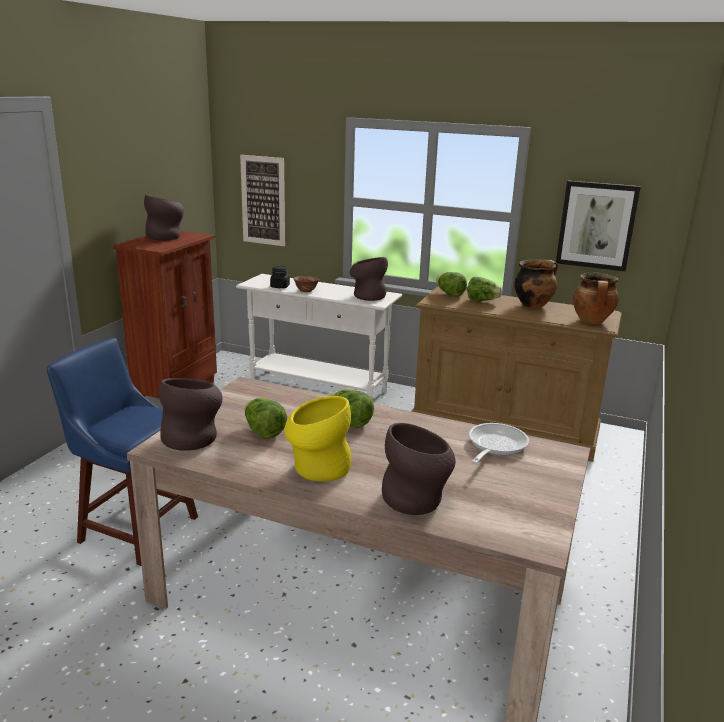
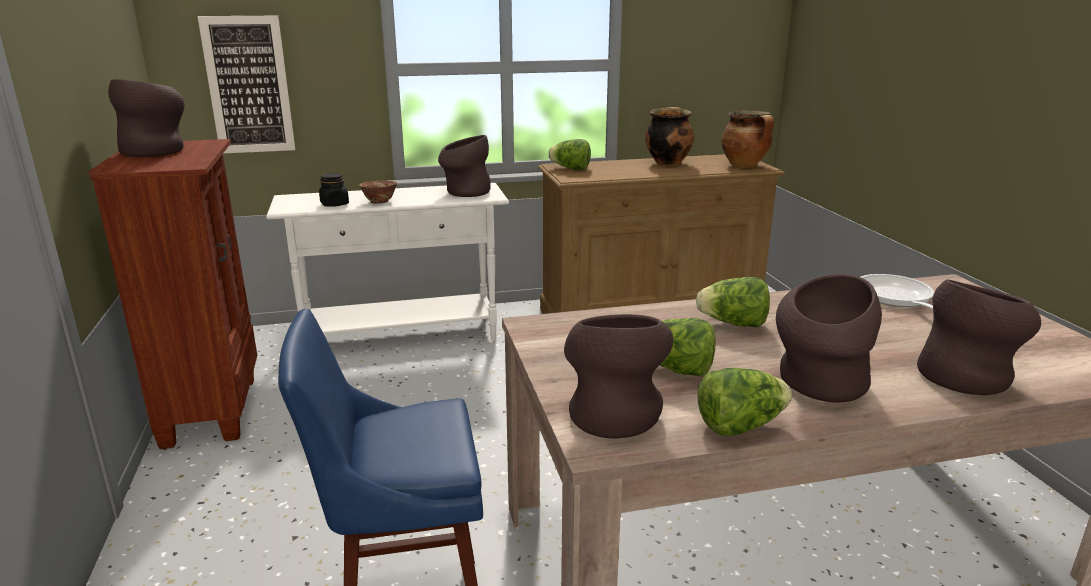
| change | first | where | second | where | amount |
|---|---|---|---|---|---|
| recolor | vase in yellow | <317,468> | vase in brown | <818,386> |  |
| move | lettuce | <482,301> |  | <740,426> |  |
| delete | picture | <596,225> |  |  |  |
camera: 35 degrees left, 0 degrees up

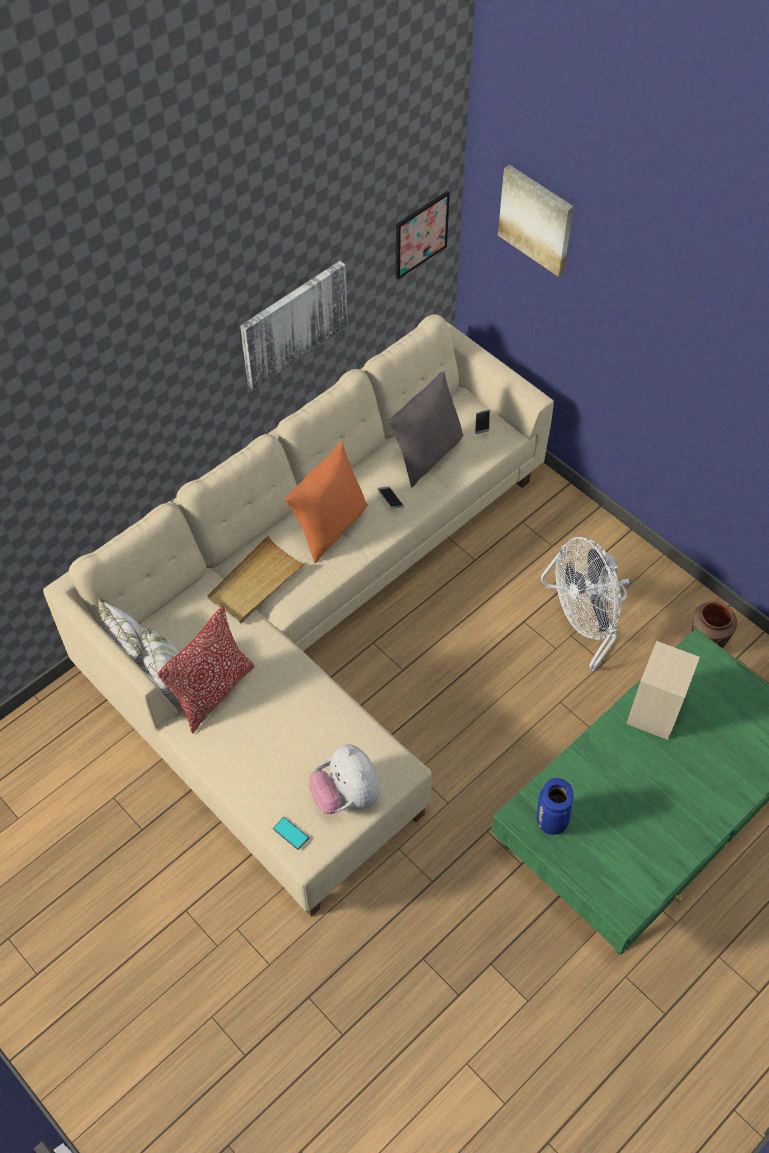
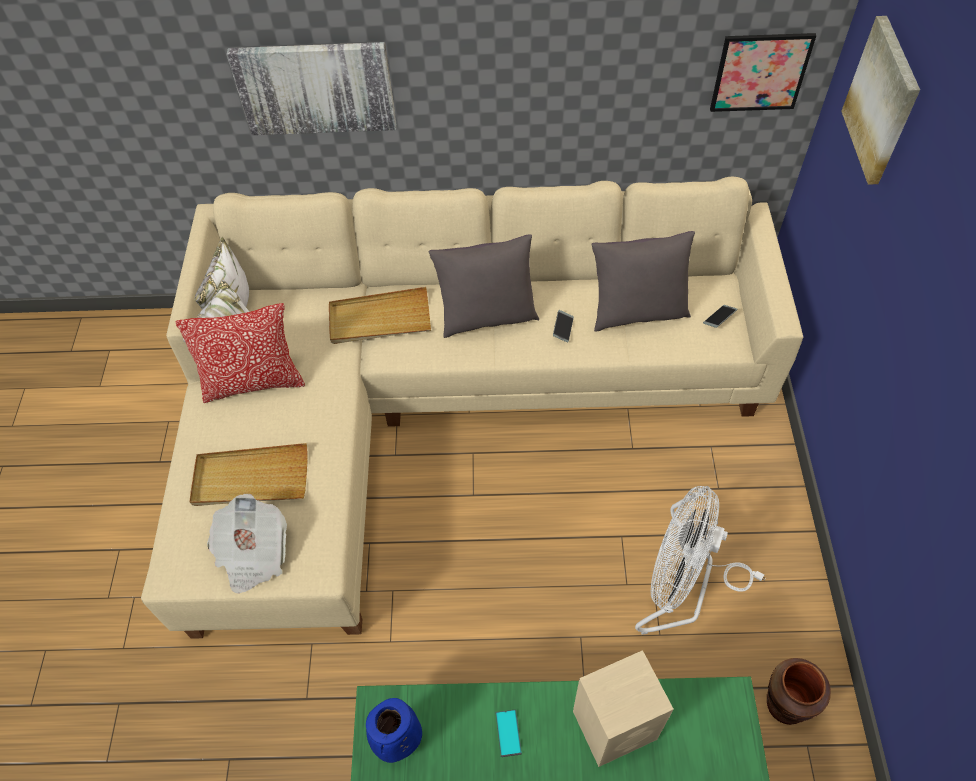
| change | first | where | second | where | amount |
|---|---|---|---|---|---|
| move | picture | <293,323> |  | <315,87> |  |
| move | phone | <291,833> |  | <508,733> |  |
| recolor | pillow in orange | <329,528> | pillow in grey | <487,317> |  |
| replace | plush toy | <346,795> | newspaper | <252,554> |  |
| insert |  |  | tray in beige | <250,478> |  |
camera: 45 degrees right, 0 degrees up

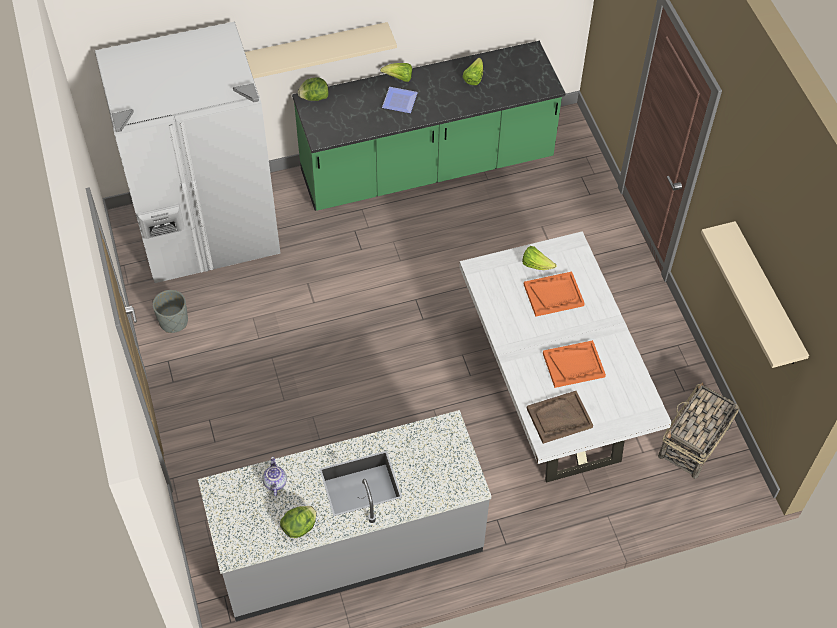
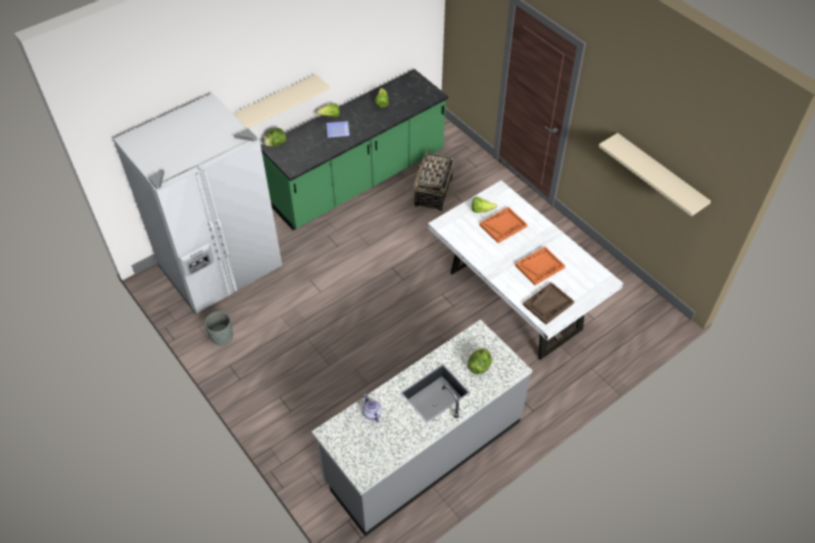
| change | first | where | second | where | amount |
|---|---|---|---|---|---|
| move | lettuce | <300,526> |  | <479,366> |  |
| move | basket | <693,443> |  | <433,192> |  |
camera: 20 degrees left, 5 degrees down

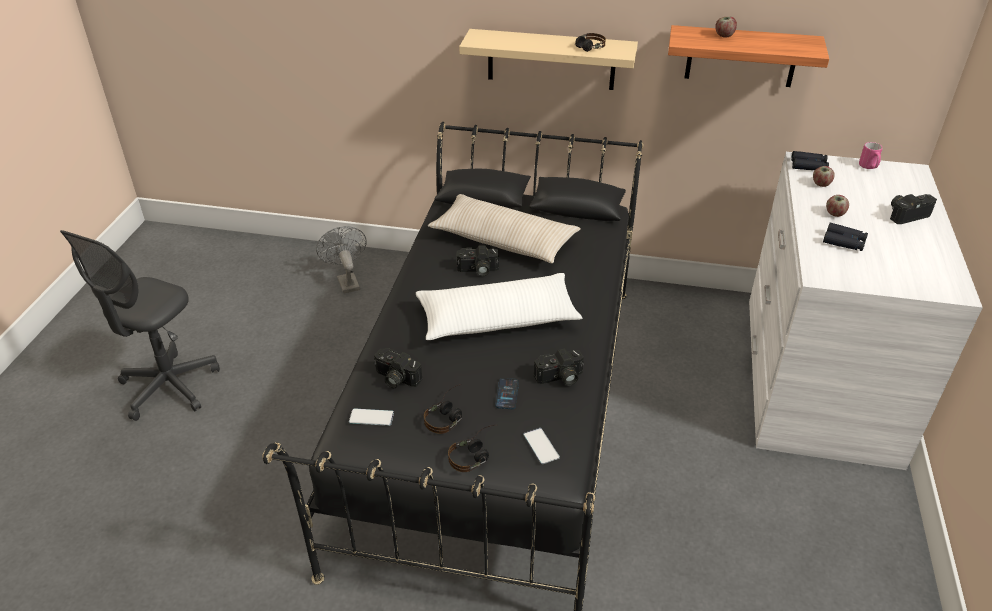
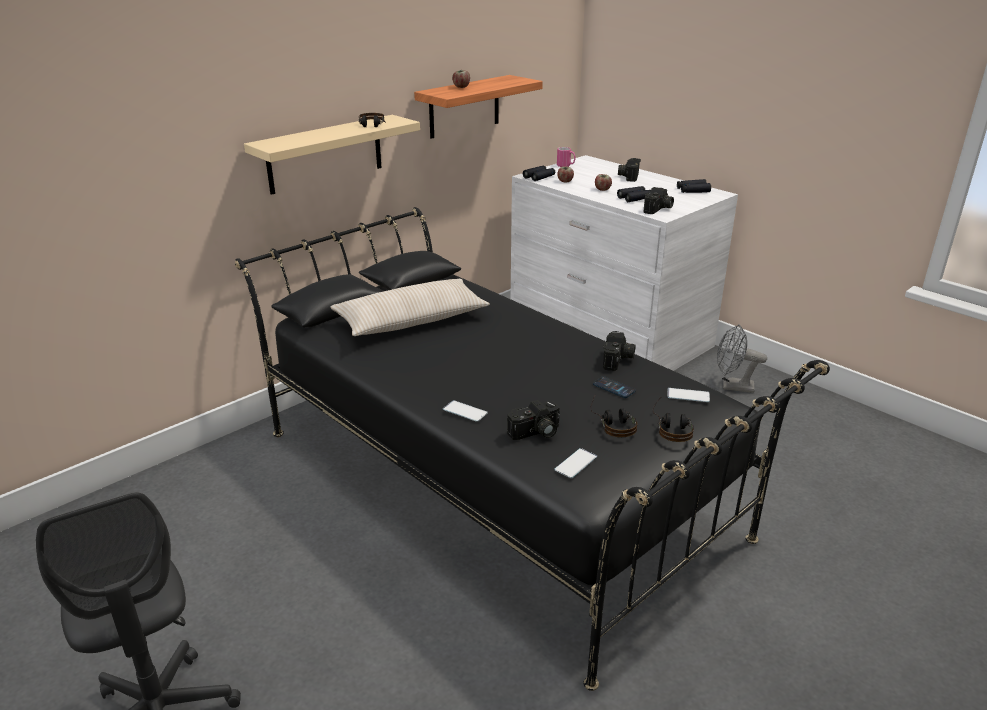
| change | first | where | second | where | amount |
|---|---|---|---|---|---|
| move | fan in grey | <346,281> |  | <732,386> |  |
| delete | pillow in white | <498,319> |  |  |  |
| move | photo camera | <478,270> |  | <658,209> |  |
| insert |  |  | phone | <465,411> |  |
| insert |  |  | binoculars in black | <693,190> |  |
camera: 55 degrees left, 10 degrees down

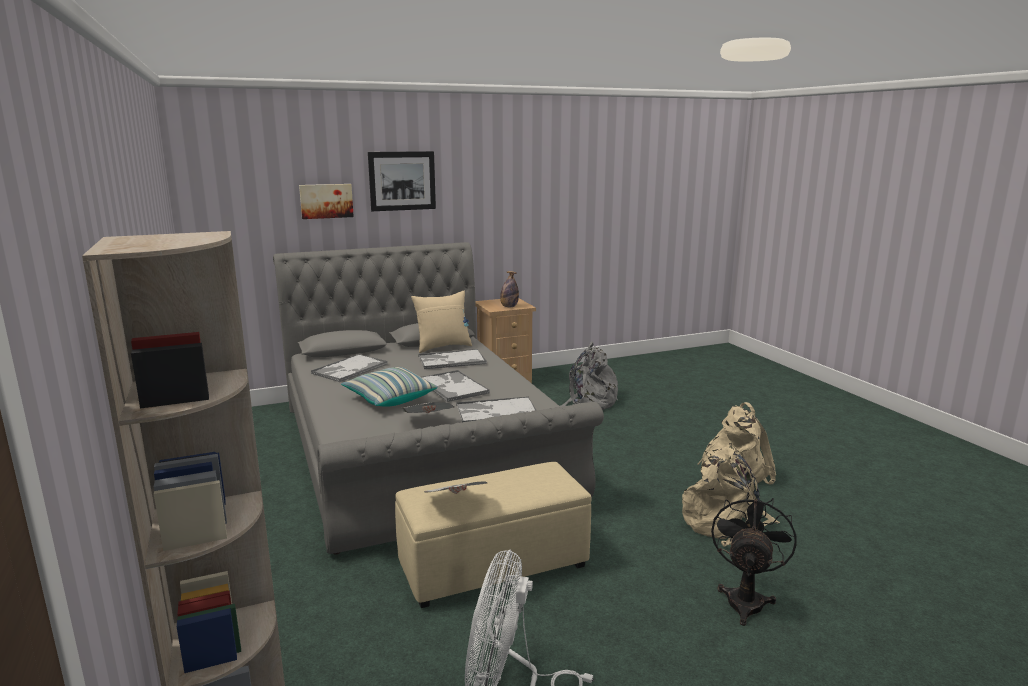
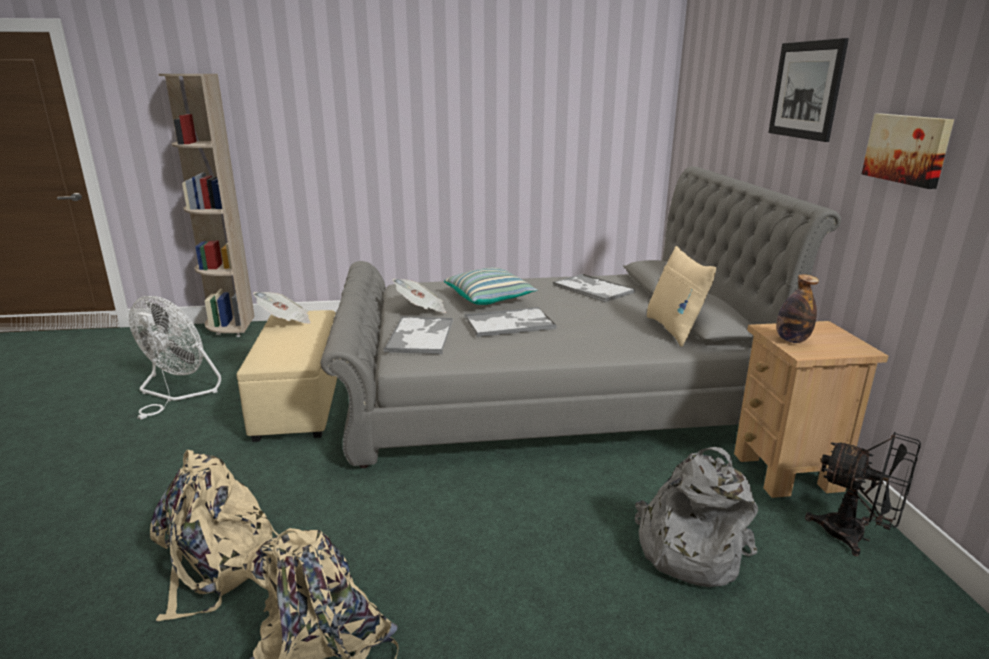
| change | first | where | second | where | amount |
|---|---|---|---|---|---|
| move | picture | <326,201> |  | <908,149> |  |
| delete | tray | <451,360> |  |  |  |
| move | fan in black | <745,598> |  | <855,536> |  |
camera: 105 degrees right, 5 degrees up

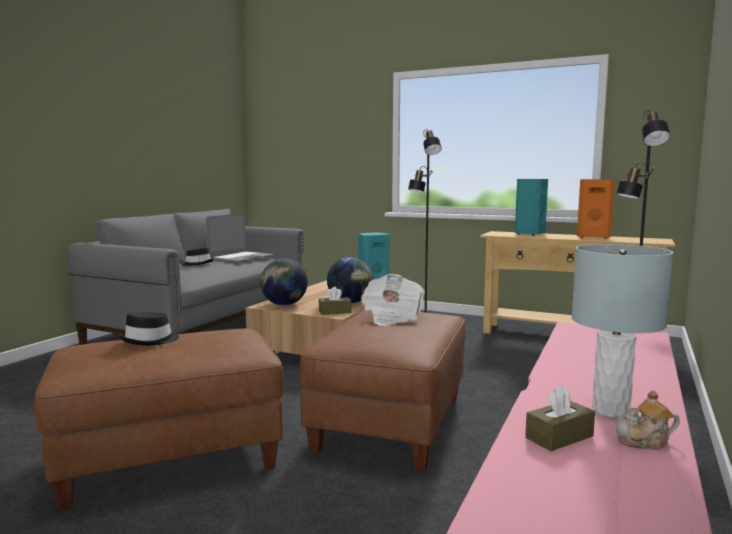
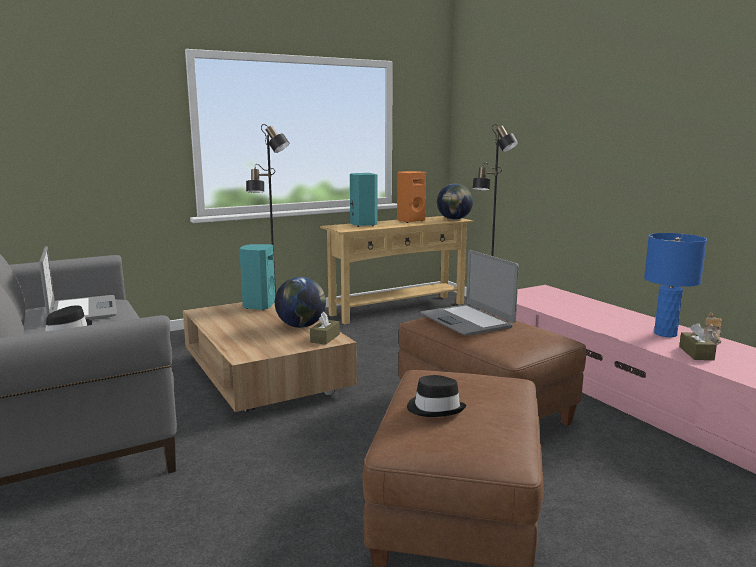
| change | first | where | second | where | amount |
|---|---|---|---|---|---|
| move | globe | <284,304> |  | <454,219> |  |
| replace | newspaper | <391,317> | laptop | <467,321> |  |
| recolor | table lamp in grey | <610,411> | table lamp in blue | <665,334> |  |
camera: 55 degrees left, 5 degrees up

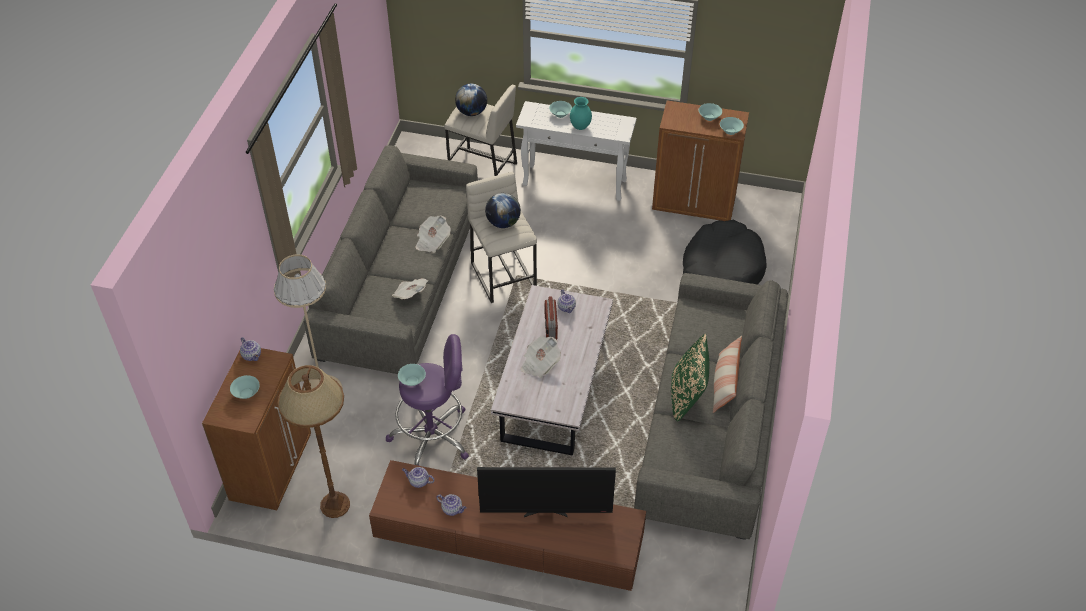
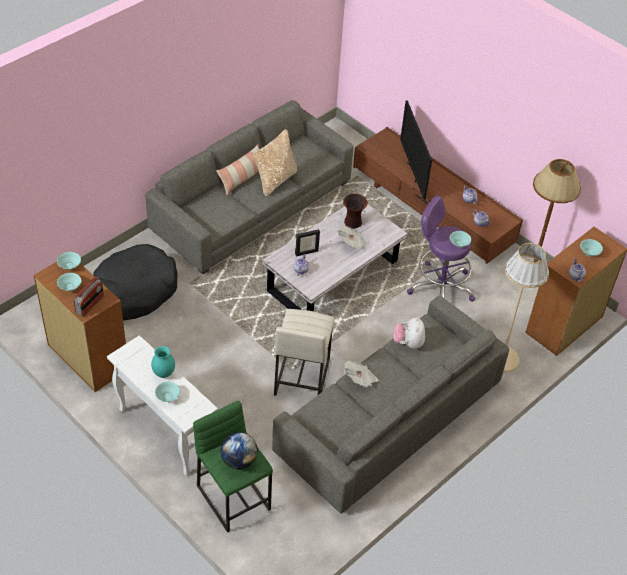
| change | first | where | second | where | amount |
|---|---|---|---|---|---|
| replace | newspaper | <410,294> | plush toy | <408,343> |  |
| recolor | stool in beige | <483,169> | stool in green | <233,497> |  |
| rotate | television | <546,513> |  | <413,172> | 135 degrees counterclockwise |
| delete | globe | <503,223> |  |  |  |
| move | radio | <550,327> |  | <90,305> |  |
| recolor | pillow in green | <686,398> | pillow in beige | <276,181> |  |
| insert |  |  | picture frame | <306,252> |  |
| insert |  |  | vase | <353,222> |  |
camera: 150 degrees left, 0 degrees up

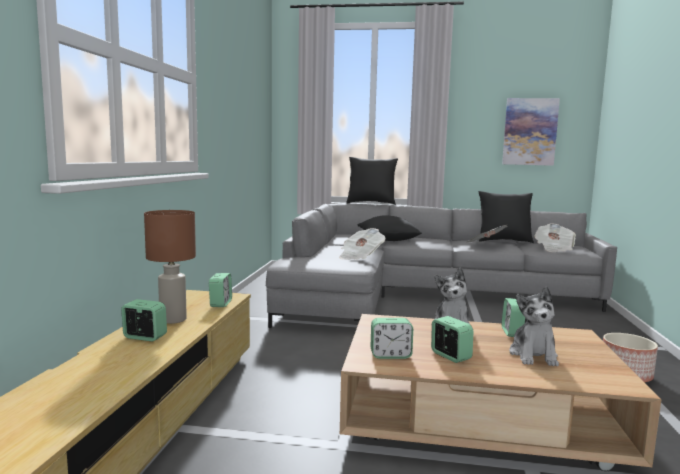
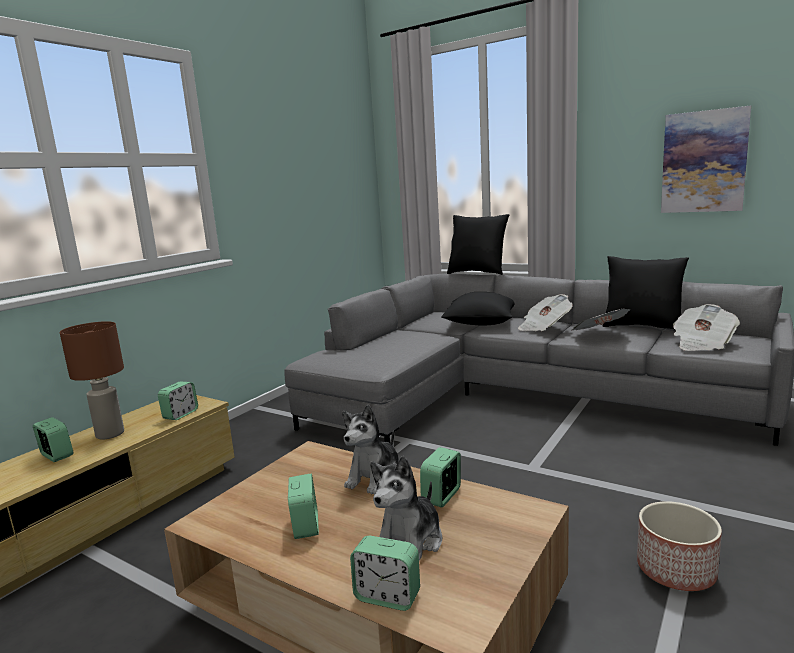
| change | first | where | second | where | amount |
|---|---|---|---|---|---|
| move | newspaper | <360,257> |  | <544,327> |  |
| move | alarm clock | <390,355> |  | <387,596> |  |
camera: 25 degrees right, 5 degrees up

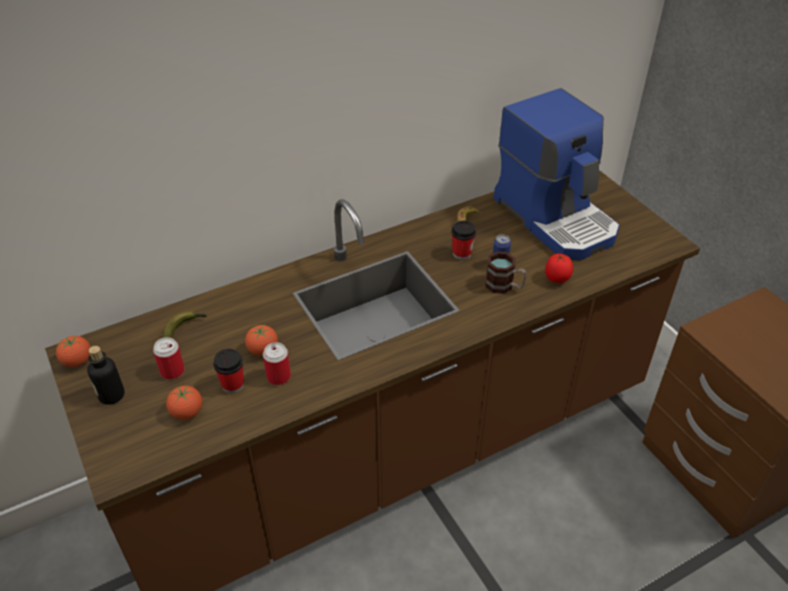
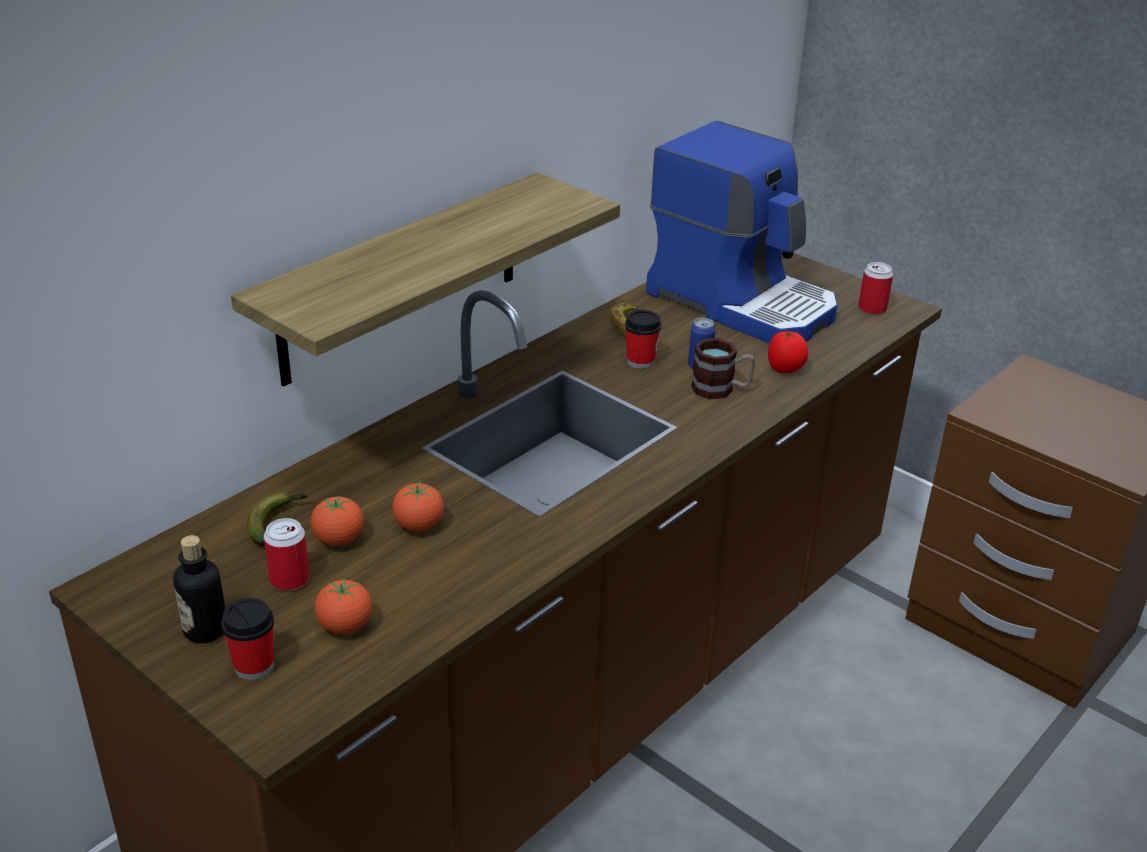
| change | first | where | second | where | amount |
|---|---|---|---|---|---|
| move | tomato | <77,361> |  | <339,540> |  |
| move | cup | <233,385> |  | <254,666> |  |
| move | can | <278,376> |  | <872,309> |  |
| insert |  |  | shelf | <401,278> |  |
camera: 20 degrees left, 10 degrees down

